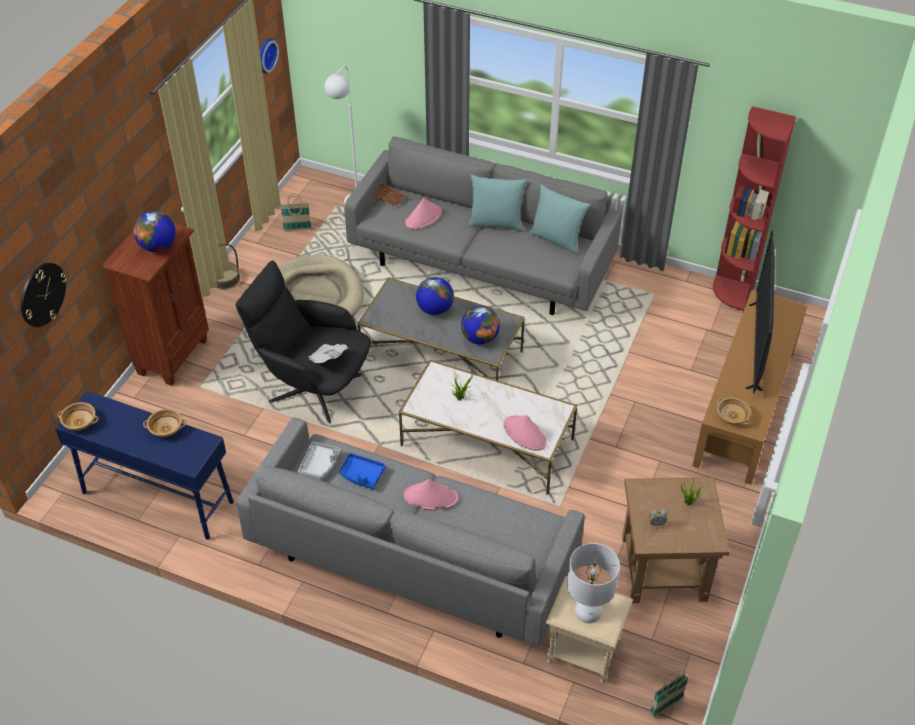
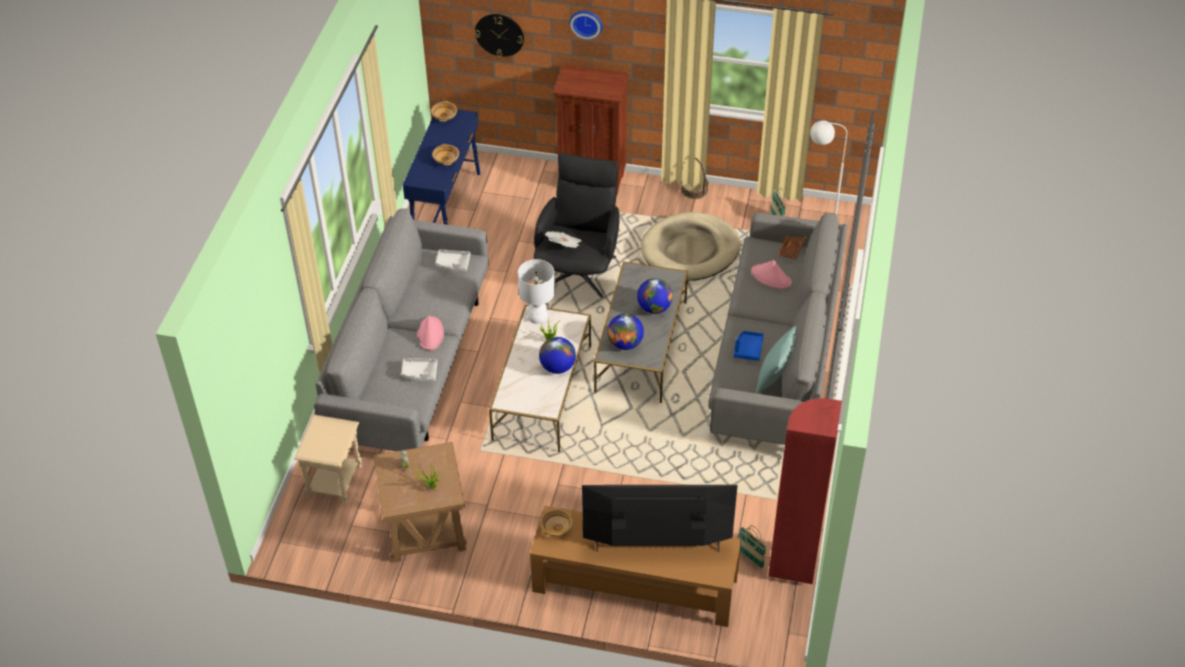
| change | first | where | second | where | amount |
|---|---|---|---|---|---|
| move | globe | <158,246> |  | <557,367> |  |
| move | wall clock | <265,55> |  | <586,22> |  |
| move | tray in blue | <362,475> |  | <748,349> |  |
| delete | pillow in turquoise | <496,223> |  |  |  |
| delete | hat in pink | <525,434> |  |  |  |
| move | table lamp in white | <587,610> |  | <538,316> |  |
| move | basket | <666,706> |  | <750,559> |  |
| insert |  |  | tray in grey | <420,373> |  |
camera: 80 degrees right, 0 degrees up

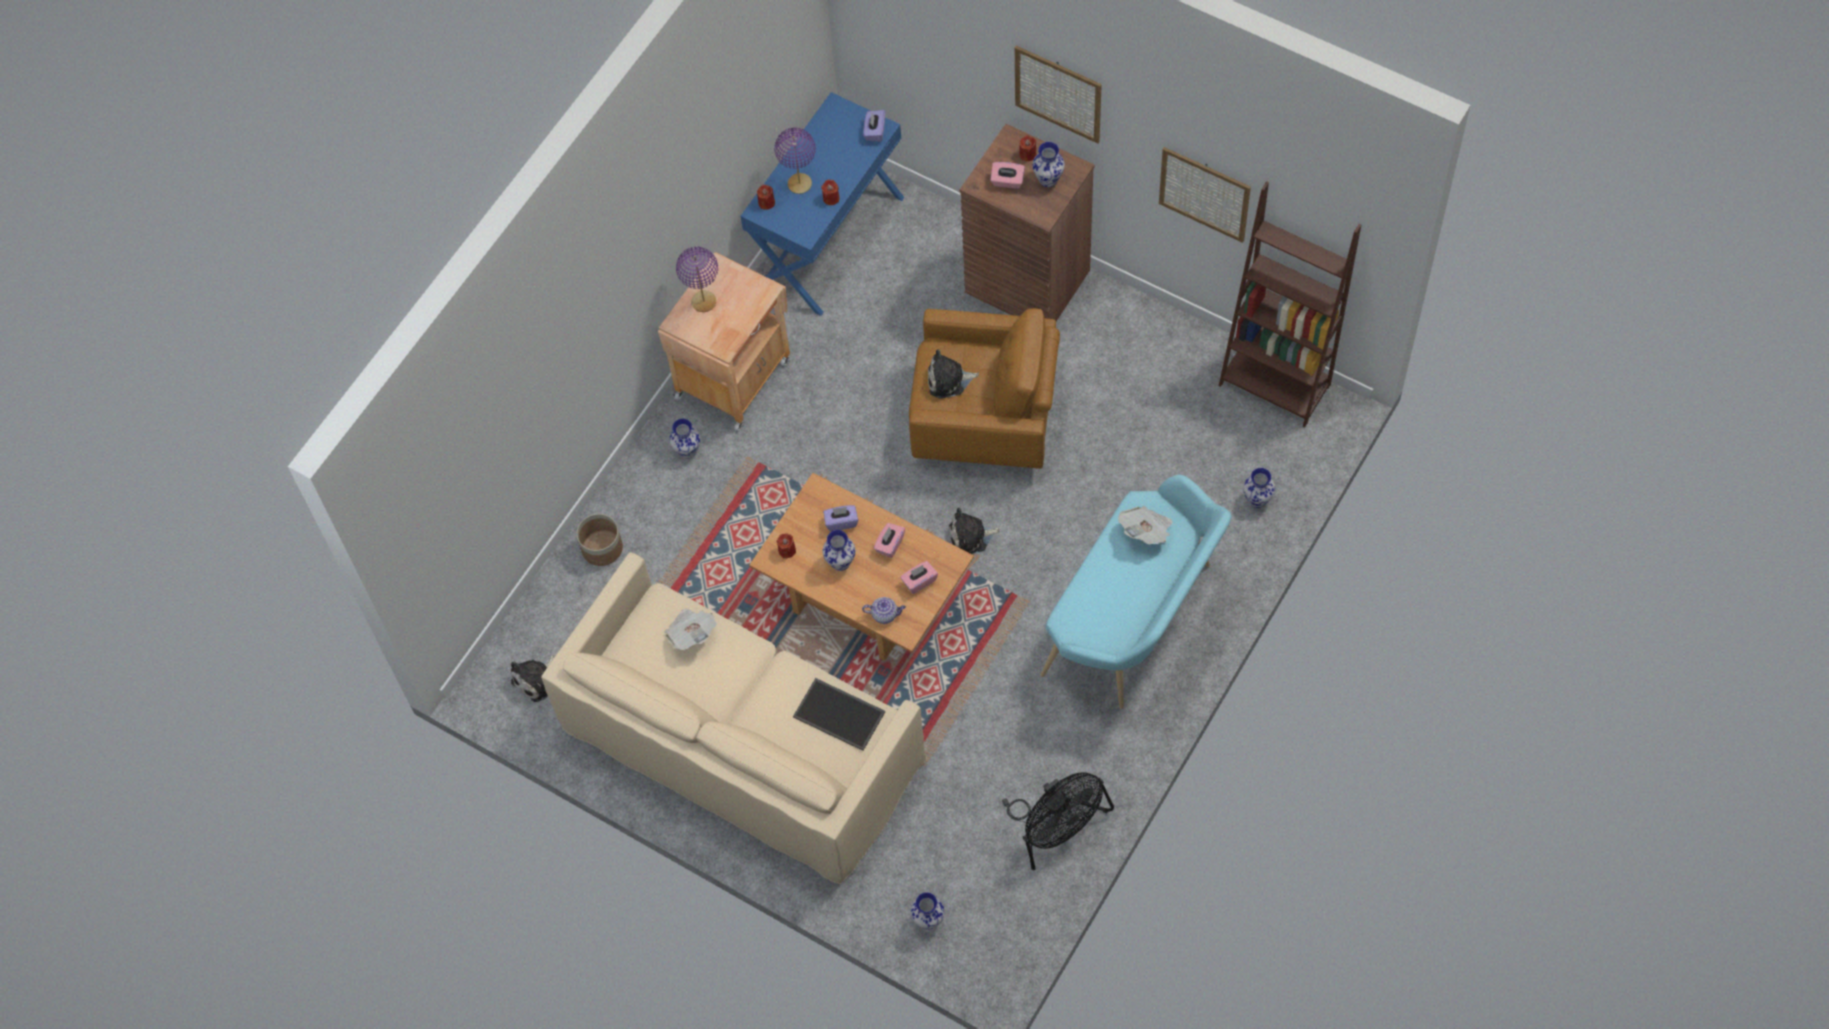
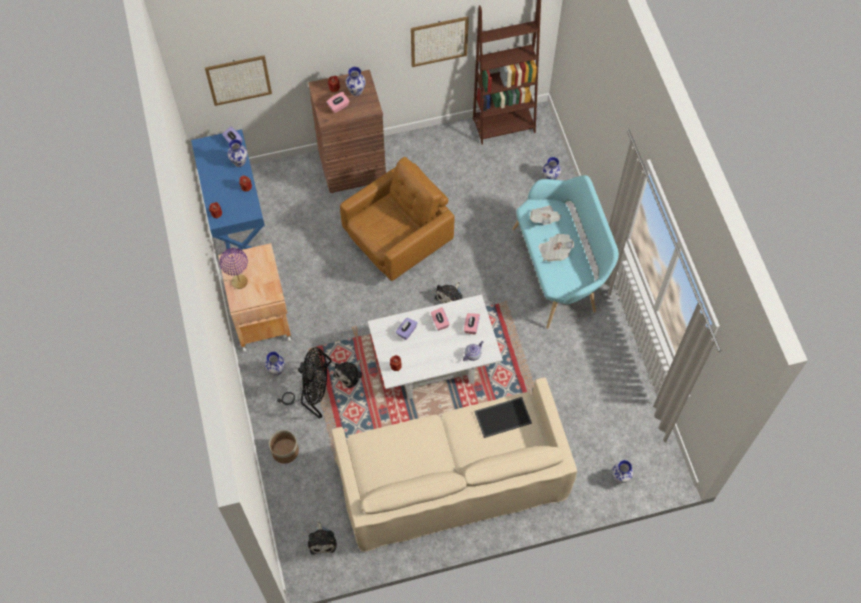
| change | first | where | second | where | amount |
|---|---|---|---|---|---|
| move | newspaper | <691,633> |  | <554,252> |  |
| recolor | coffee table in brown | <866,598> | coffee table in white | <434,363> |  |
| delete | table lamp in purple | <800,184> |  |  |  |
| move | vase | <841,562> |  | <239,162> |  |
| move | plush toy | <949,380> |  | <349,374> |  |
| move | fan in black | <1054,827> |  | <311,392> |  |
| move | picture | <1058,92> |  | <238,79> |  |
camera: 50 degrees left, 0 degrees up

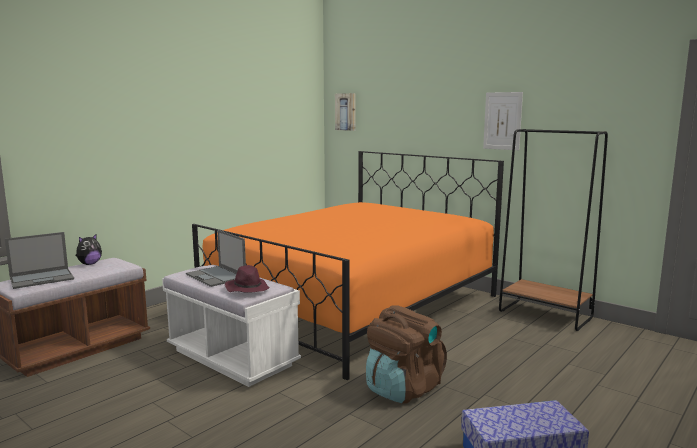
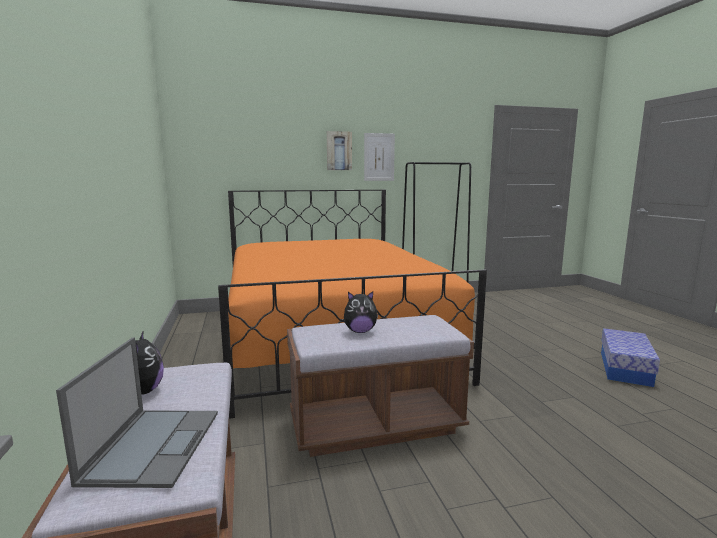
| change | first | where | second | where | amount |
|---|---|---|---|---|---|
| recolor | bench in white | <232,358> | bench in brown | <375,425> |  |
| replace | laptop | <216,276> | plush toy | <360,331> |  |
| delete | hat in purple | <247,289> |  |  |  |
| move | picture | <346,112> |  | <339,151> |  |
| delete | backpack in brown | <403,389> |  |  |  |
camera: 55 degrees left, 0 degrees up

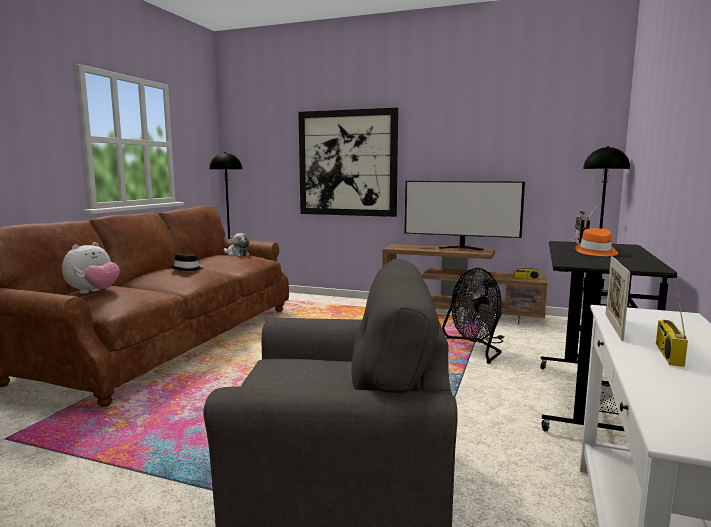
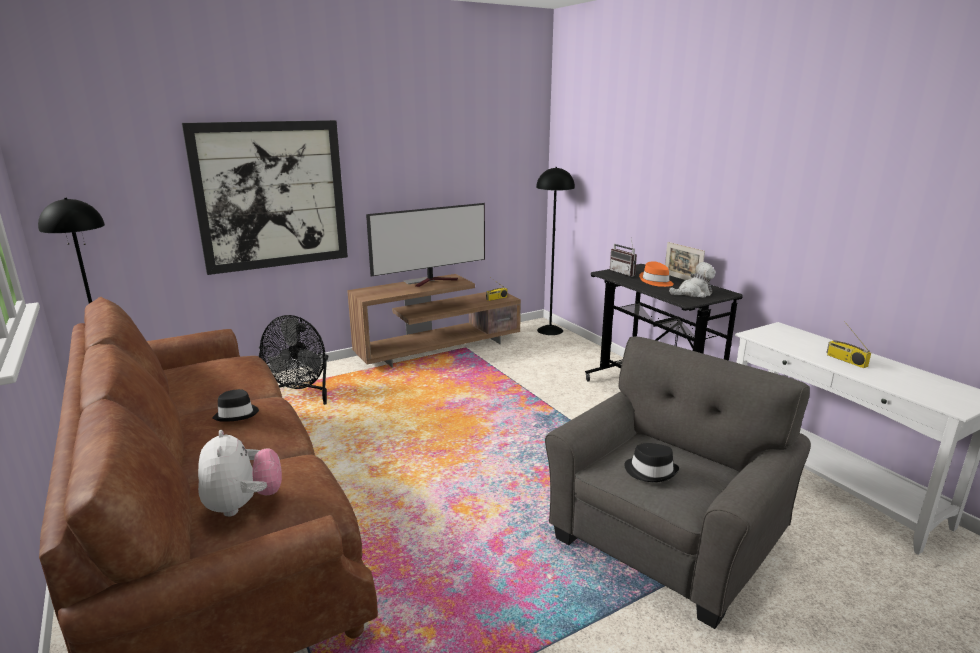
| change | first | where | second | where | amount |
|---|---|---|---|---|---|
| move | plush toy | <236,255> |  | <693,293> |  |
| move | fan in black | <478,347> |  | <300,391> |  |
| move | picture frame | <613,327> |  | <681,279> |  |
| insert |  |  | hat in black | <651,471> |  |
camera: 50 degrees left, 10 degrees up

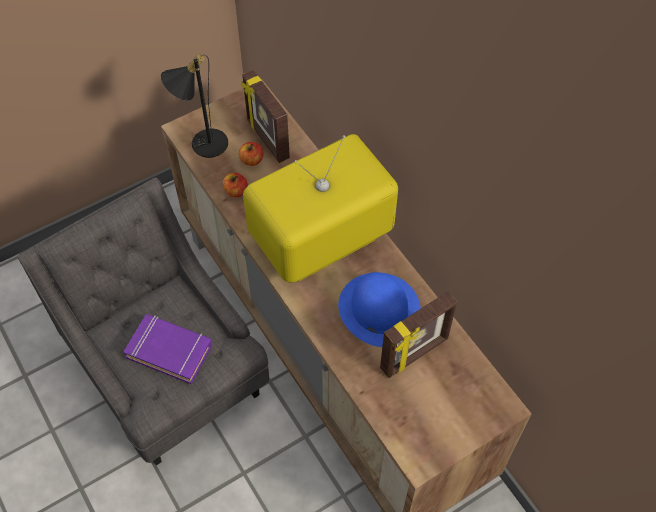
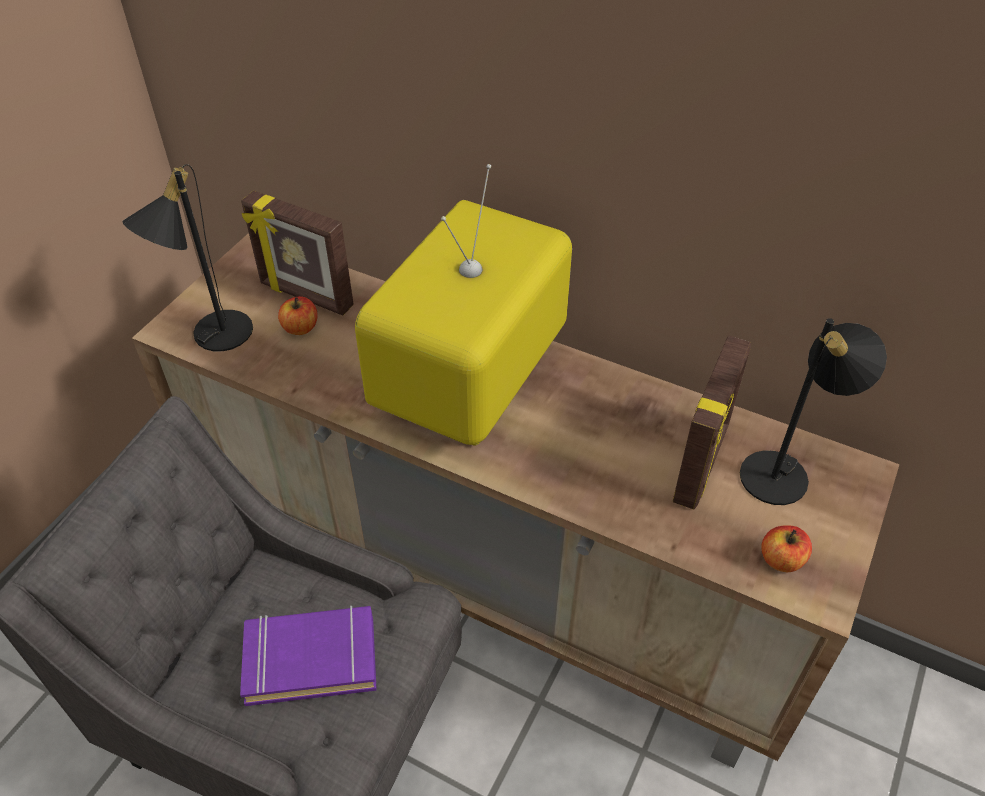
| change | first | where | second | where | amount |
|---|---|---|---|---|---|
| move | apple | <236,191> |  | <781,560> |  |
| delete | hat in blue | <379,309> |  |  |  |
| insert |  |  | table lamp in black | <785,473> |  |
camera: 30 degrees left, 10 degrees down

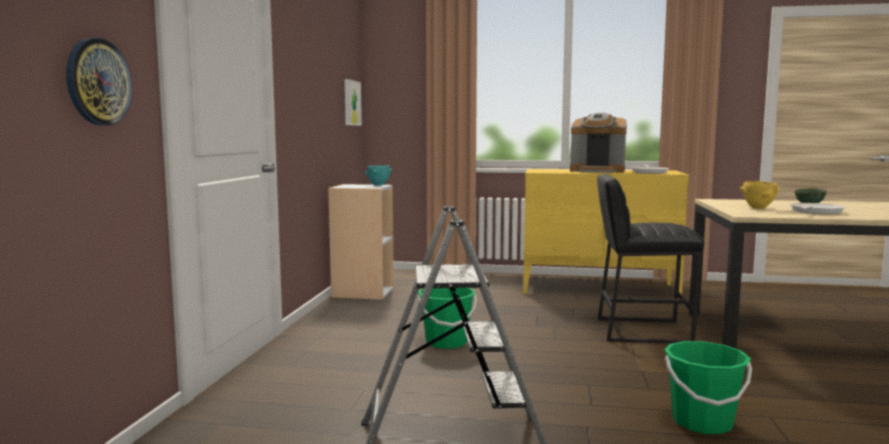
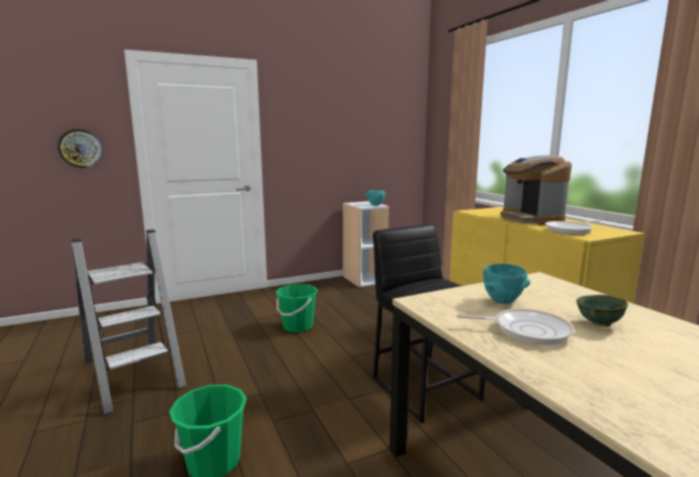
| change | first | where | second | where | amount |
|---|---|---|---|---|---|
| delete | picture | <352,103> |  |  |  |
| recolor | bowl in yellow | <758,208> | bowl in turquoise | <501,301> |  |
camera: 55 degrees right, 5 degrees up

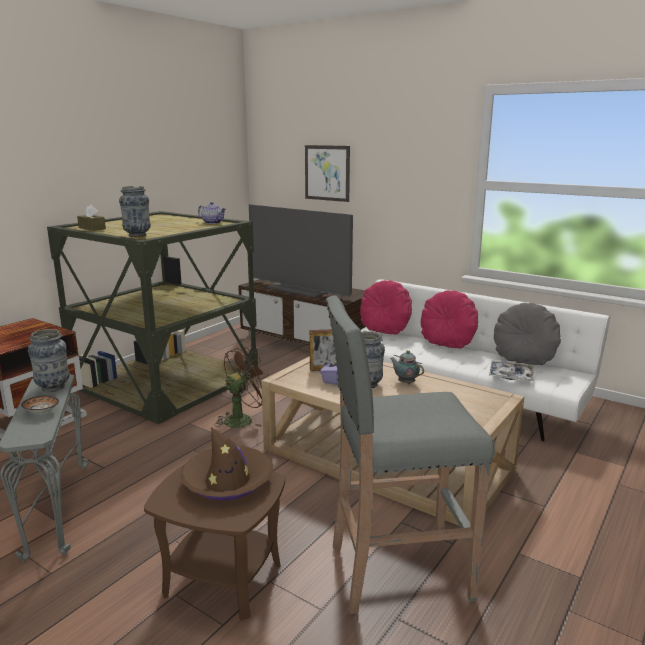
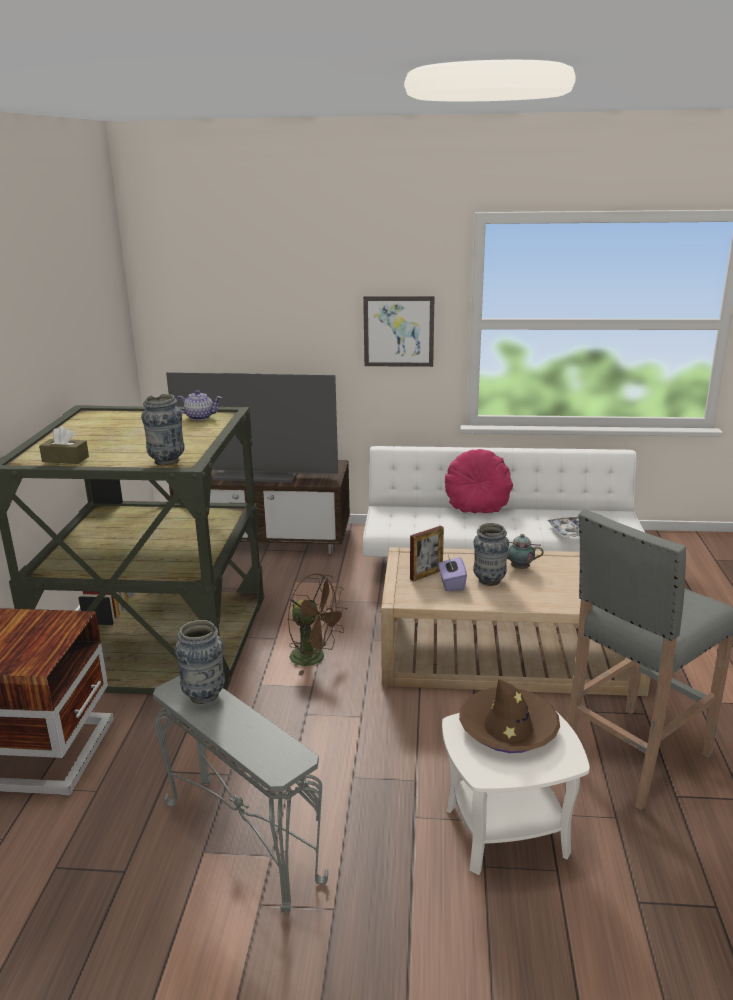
| change | first | where | second | where | amount |
|---|---|---|---|---|---|
| delete | bowl | <41,411> |  |  |  |
| recolor | side table in brown | <223,578> | side table in white | <507,831> |  |
| rotate | fan in brown | <242,419> |  | <315,658> | 105 degrees clockwise |
| move | picture | <327,173> |  | <398,331> |  |
| delete | pillow in pink | <385,331> |  |  |  |
| delete | pillow in grey | <523,361> |  |  |  |
camera: 30 degrees left, 5 degrees up

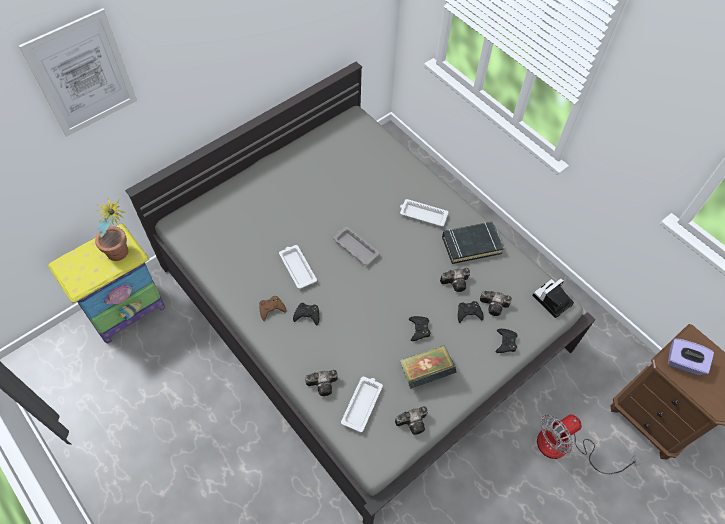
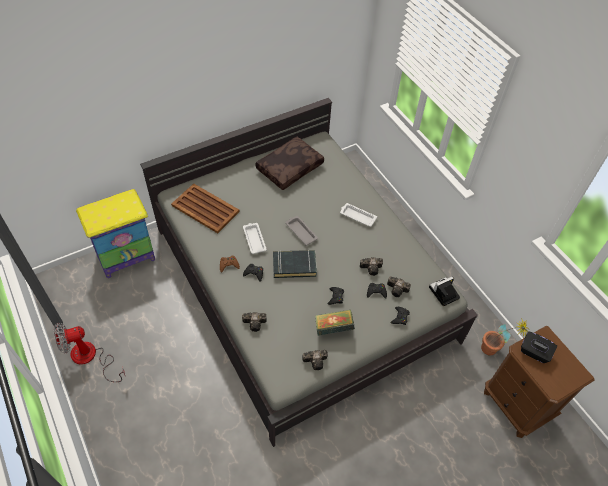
| change | first | where | second | where | amount |
|---|---|---|---|---|---|
| delete | picture | <82,75> |  |  |  |
| move | potted plant | <123,255> |  | <493,351> |  |
| delete | tray in white | <362,404> |  |  |  |
| move | book in black | <471,244> |  | <294,265> |  |
| move | fan | <564,447> |  | <90,358> |  |
| recolor | tissue box in purple | <683,363> | tissue box in black | <534,352> |  |
| insert |  |  | tray in brown | <205,209> |  |
| insert |  |  | pillow in brown | <289,167> |  |
camera: 10 degrees right, 5 degrees down

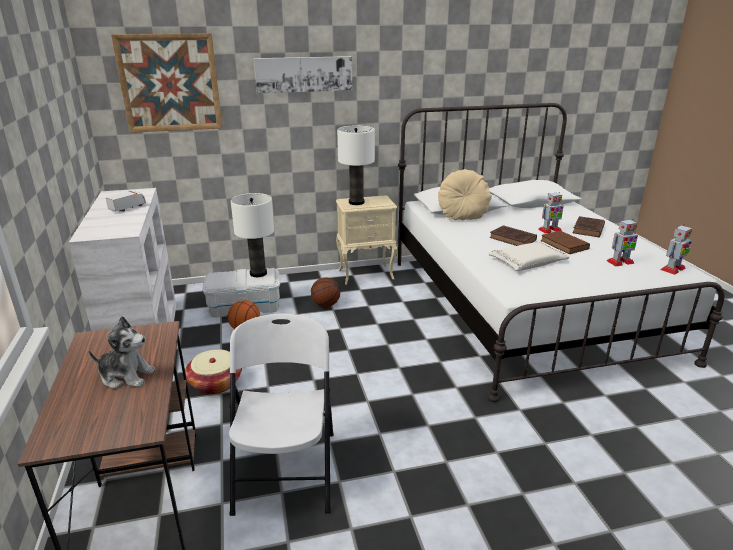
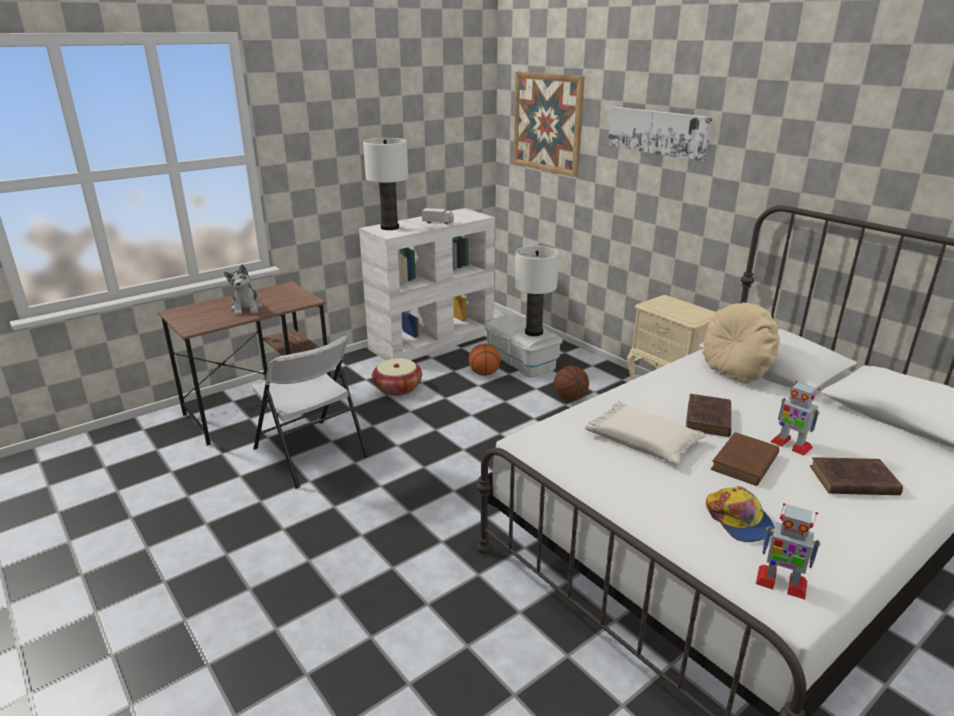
| change | first | where | second | where | amount |
|---|---|---|---|---|---|
| rotate | chair in white | <286,471> |  | <310,453> | 75 degrees clockwise |
| move | table lamp in white | <356,202> |  | <389,227> |  |
| replace | toy robot | <620,262> | cap | <739,520> |  |
camera: 65 degrees right, 0 degrees up

